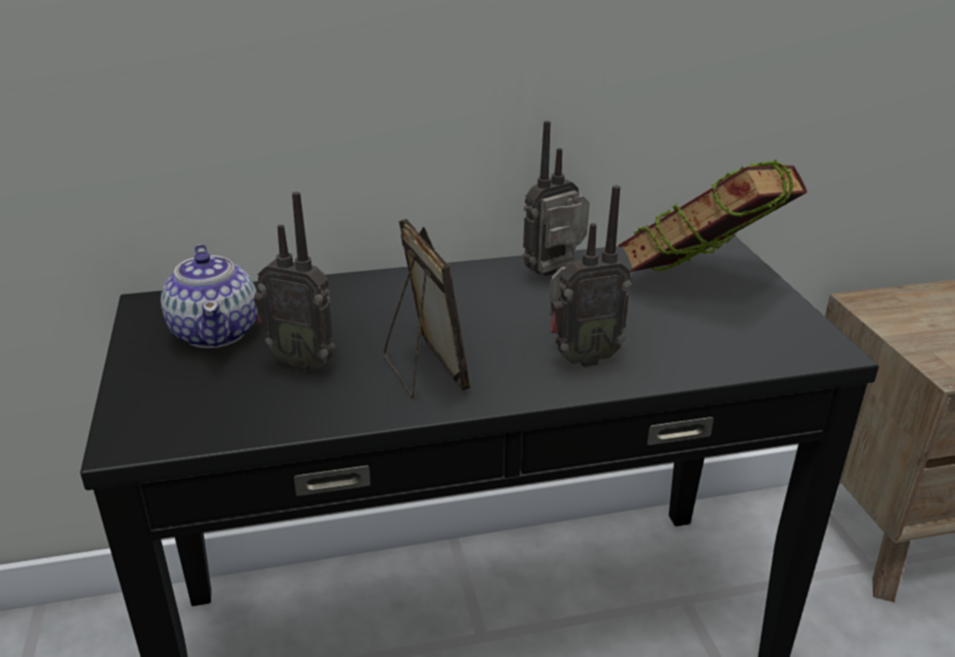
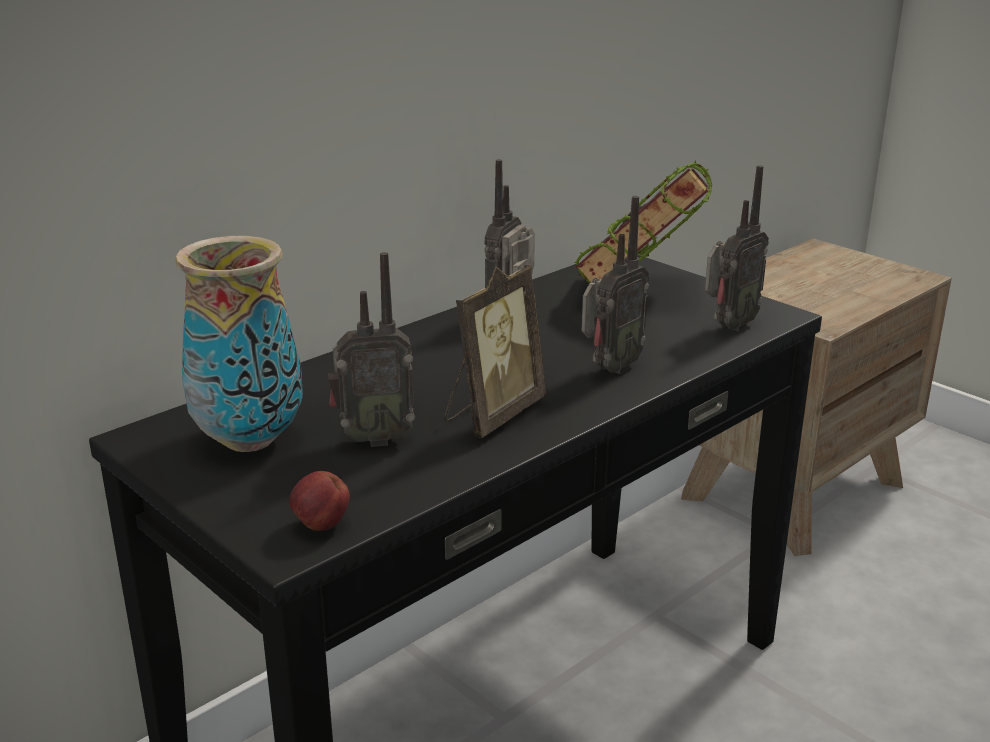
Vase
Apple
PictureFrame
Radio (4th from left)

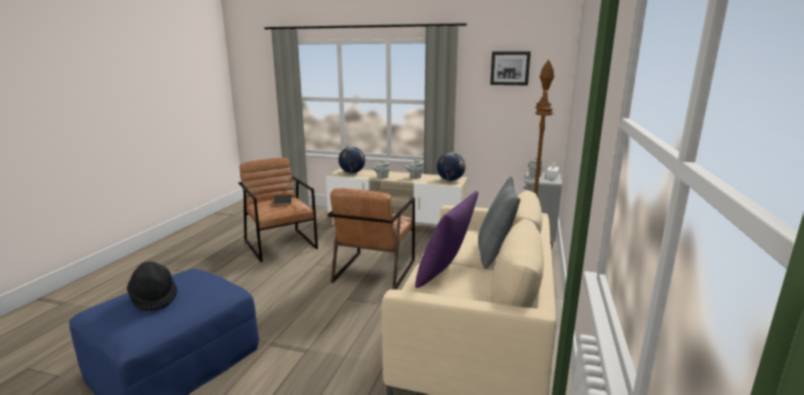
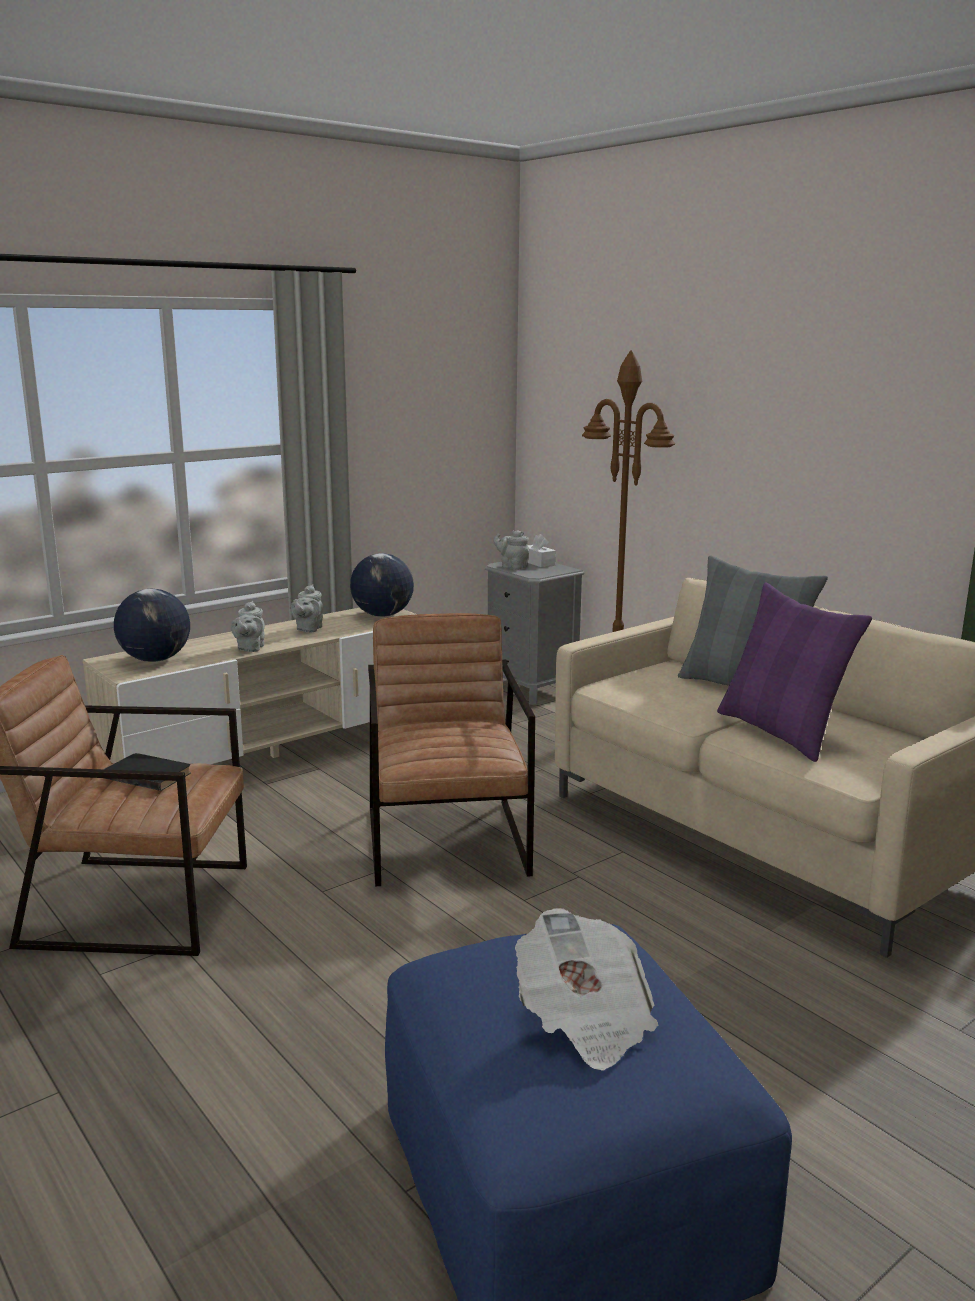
BrownArmchair (2nd from left)
Newspaper
Picture

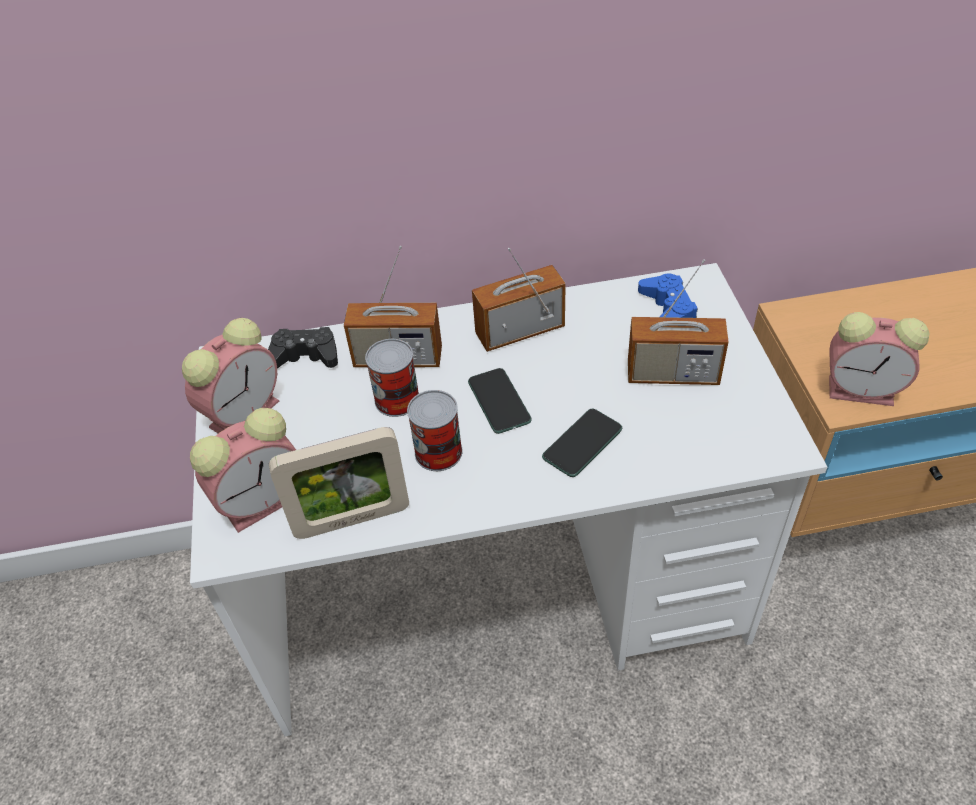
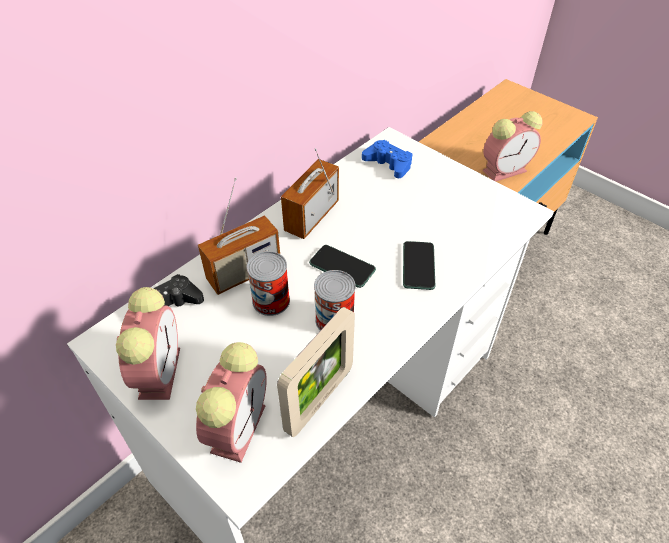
Radio (3rd from left in the first image)

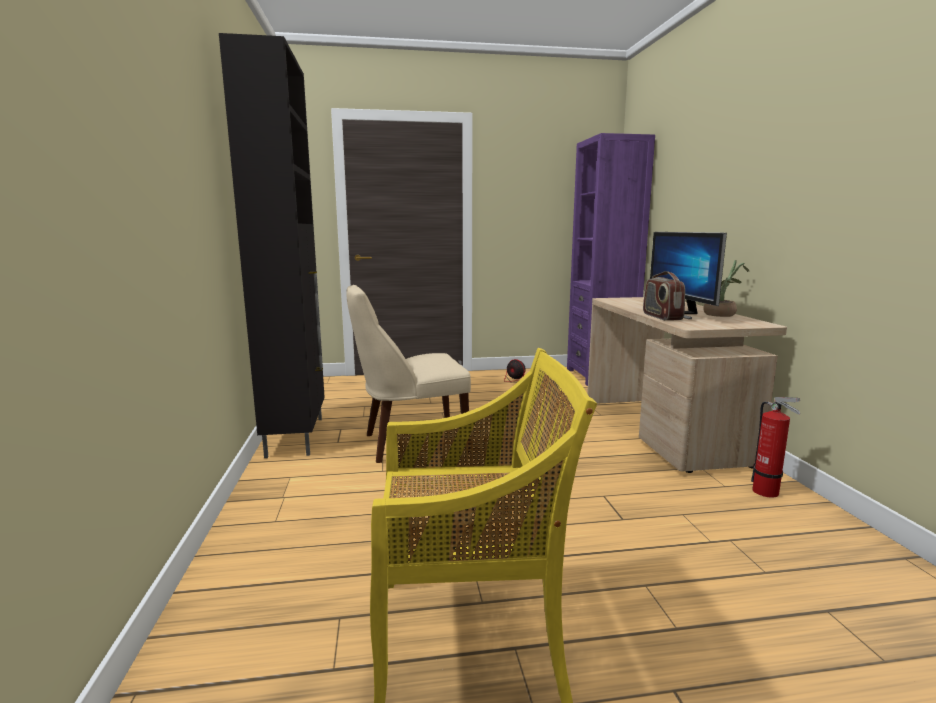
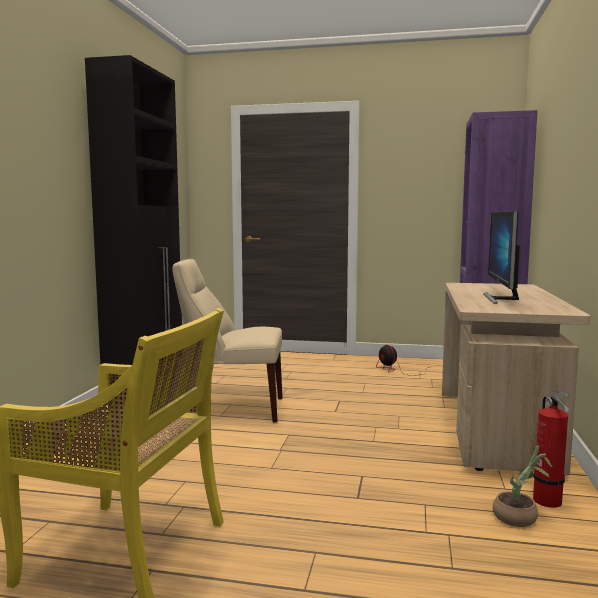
PottedPlant
Radio

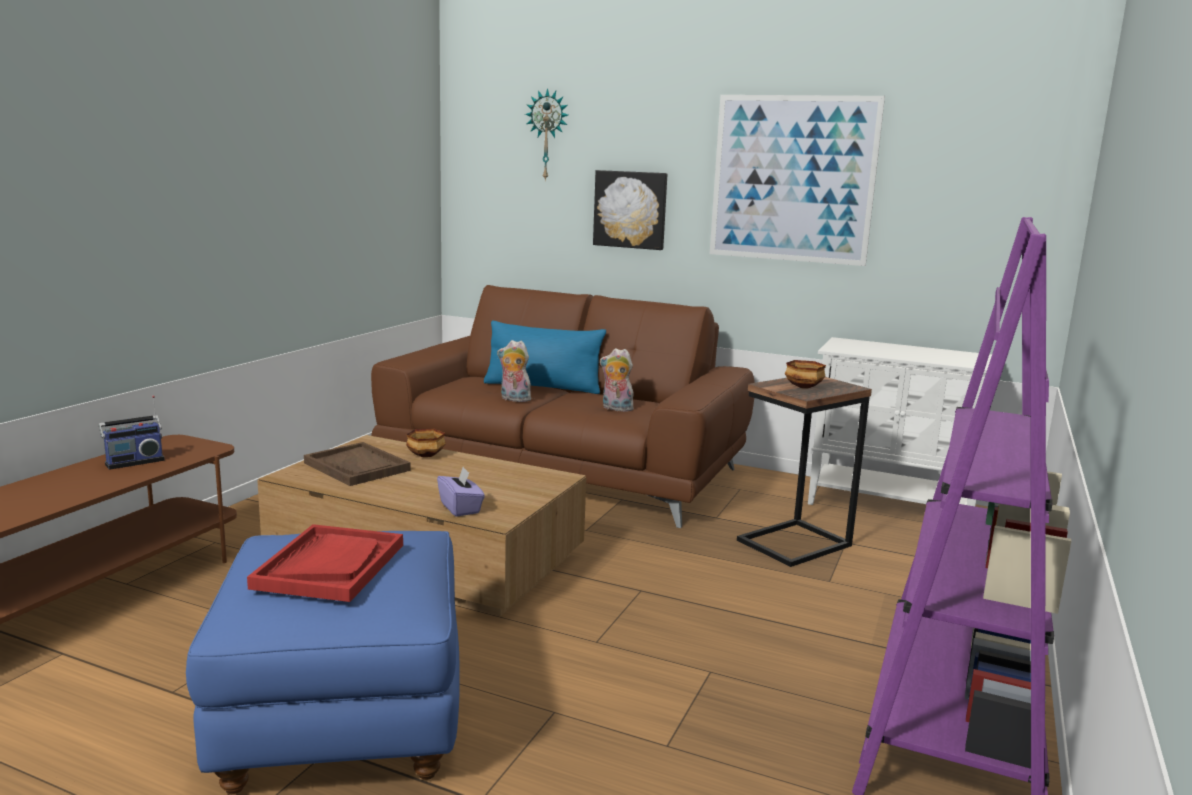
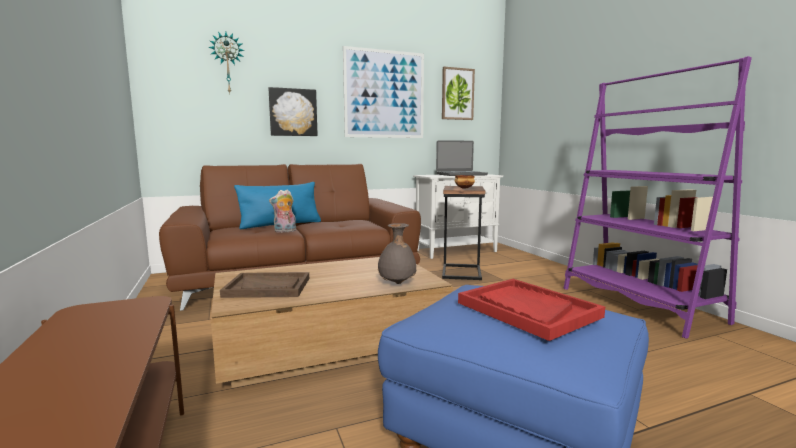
GreyVase
Laptop
Picture (3rd from left)
Radio
Bowl (1st from left in the first image)
PlushToy (2nd from left in the first image)

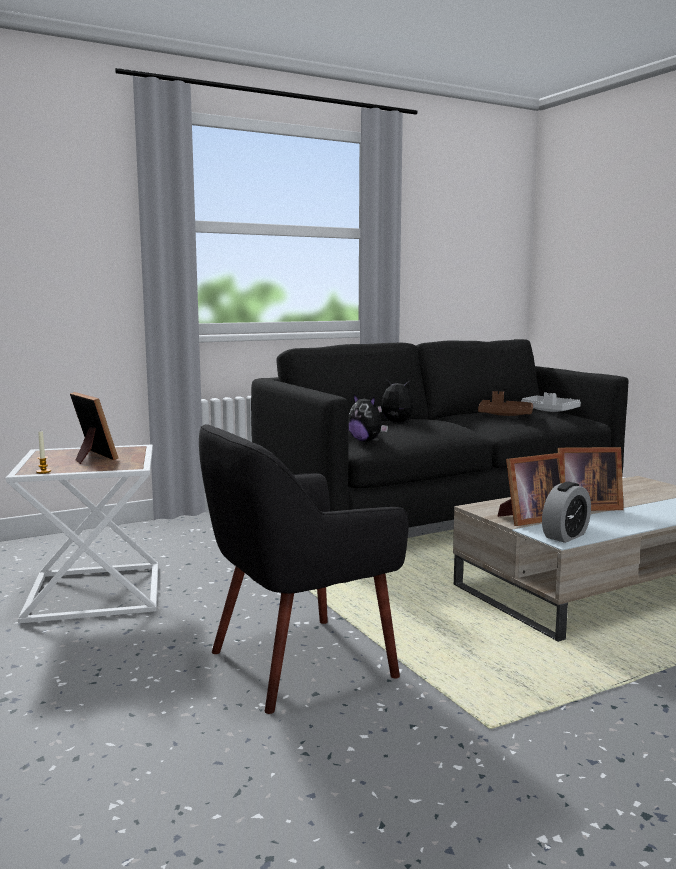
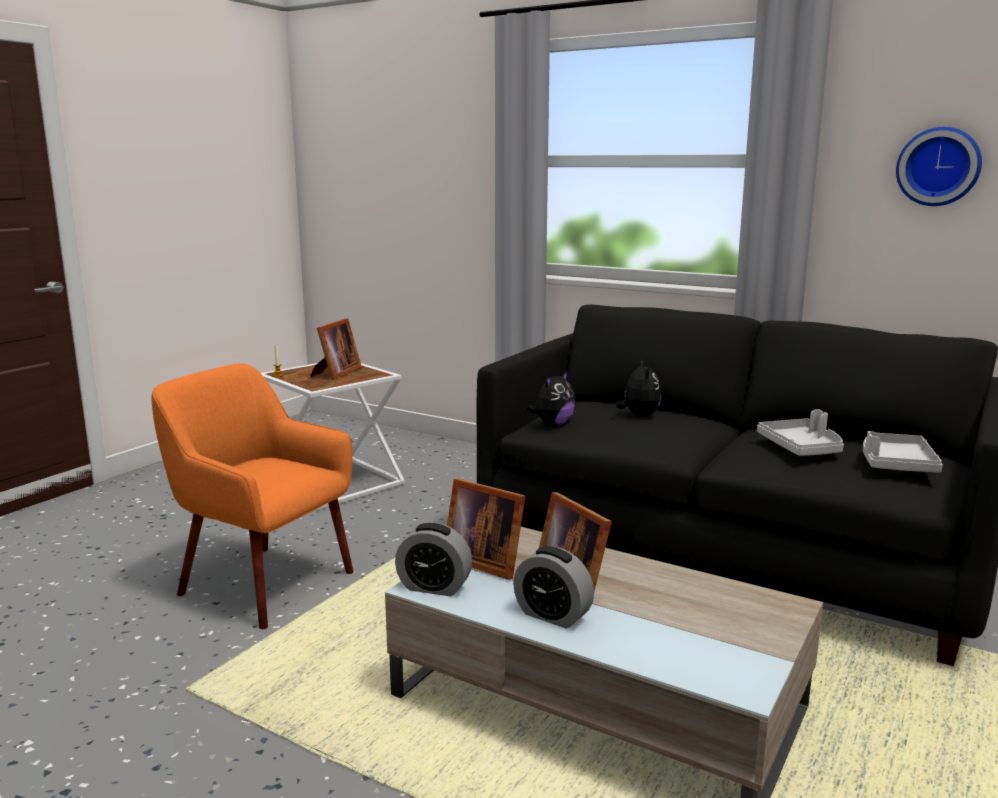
OrangeArmchair
AlarmClock (2nd from left)
PlushToy (1st from left)
GreyTray (1st from left)
WallClock

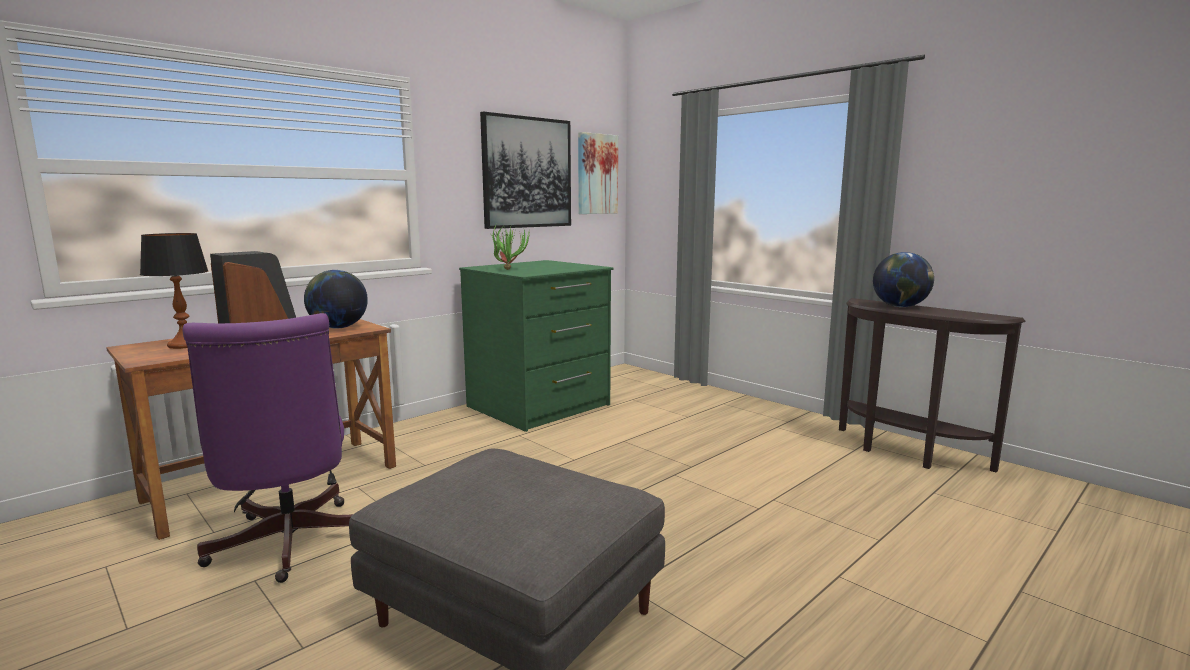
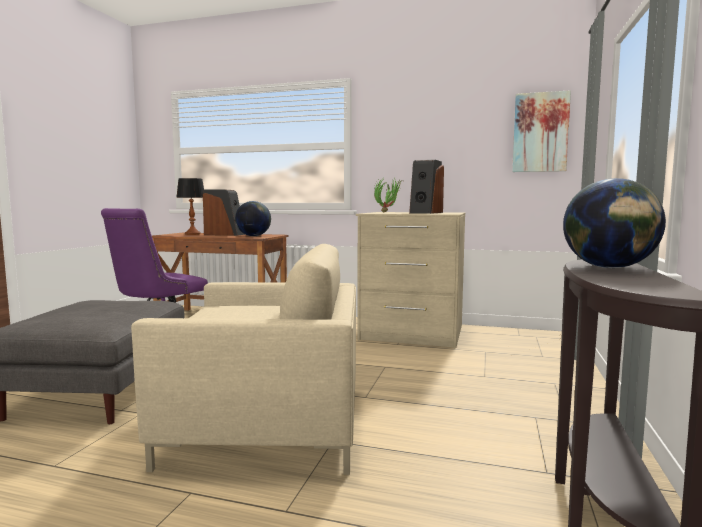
BeigeArmchair
BeigeDresser
Speaker (2nd from left)
Picture (1st from left in the first image)

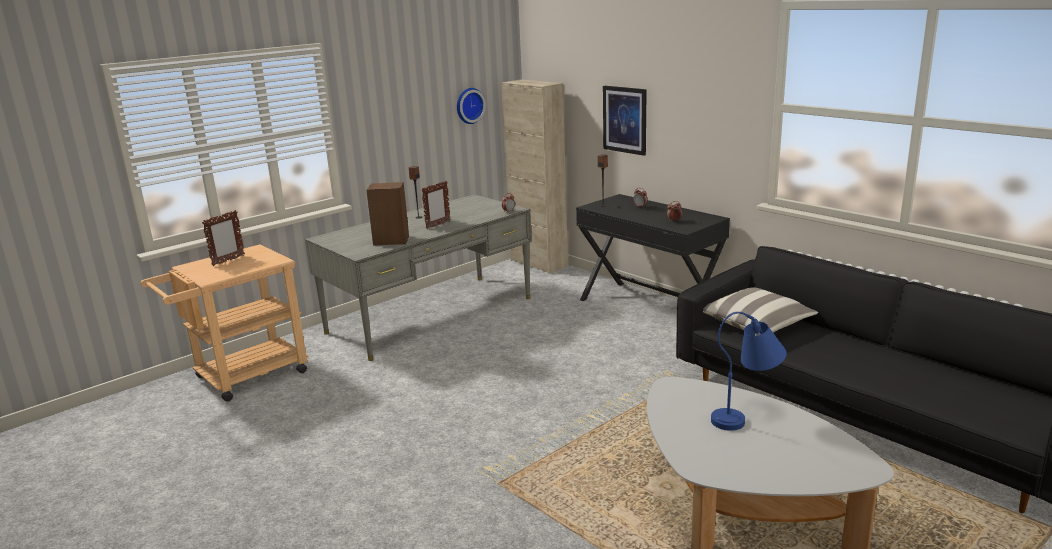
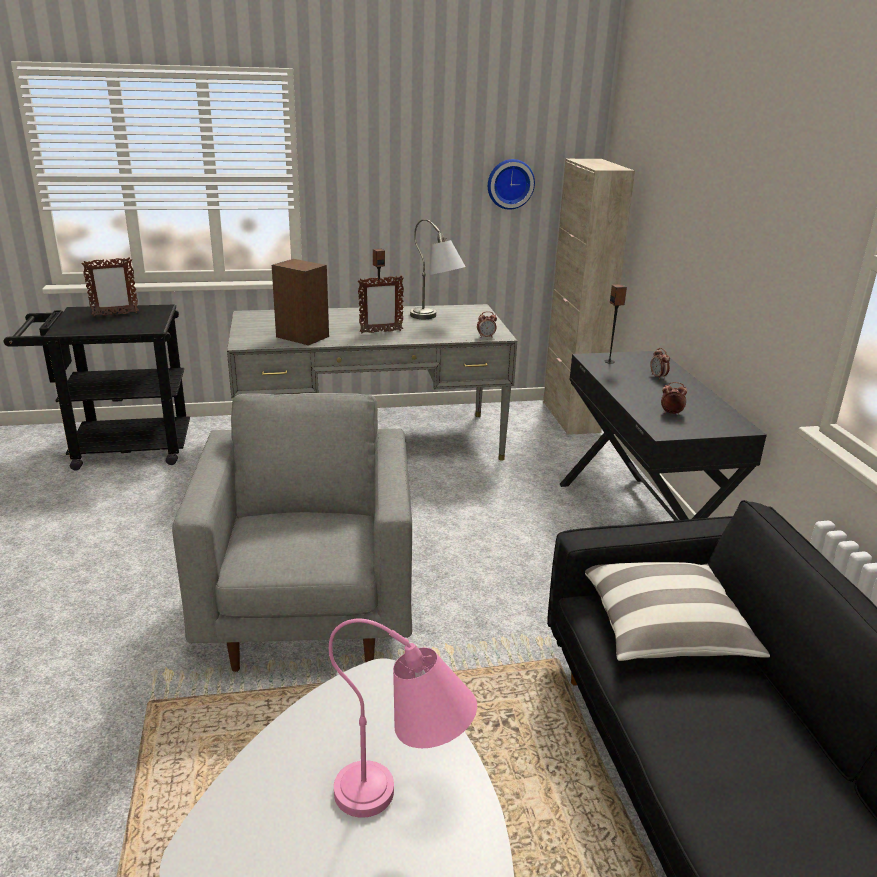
BlackCart
GreyArmchair
PinkTableLamp
GreyTableLamp
Picture

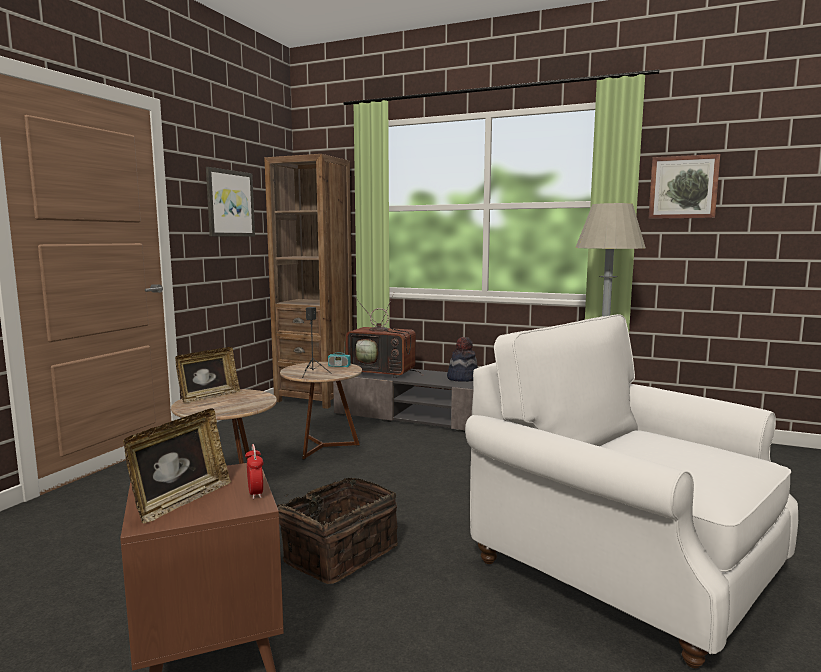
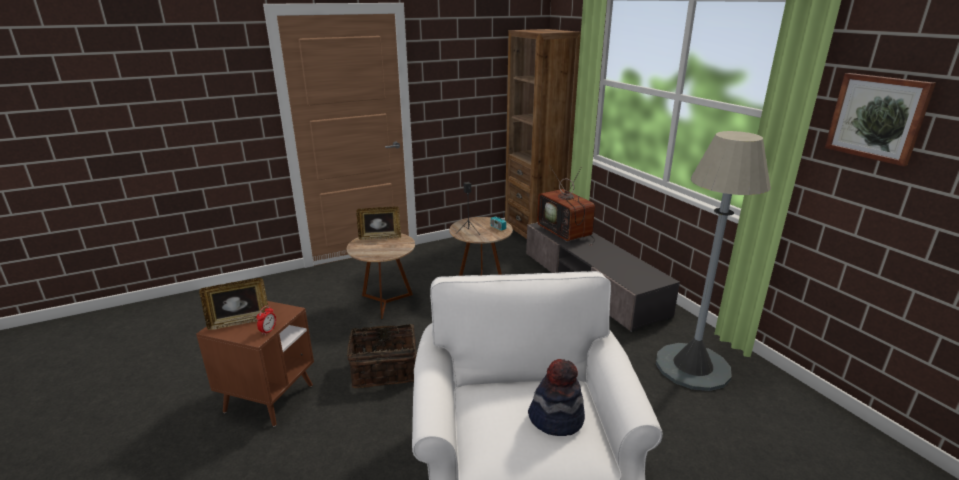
Hat
Picture (1st from left in the first image)

